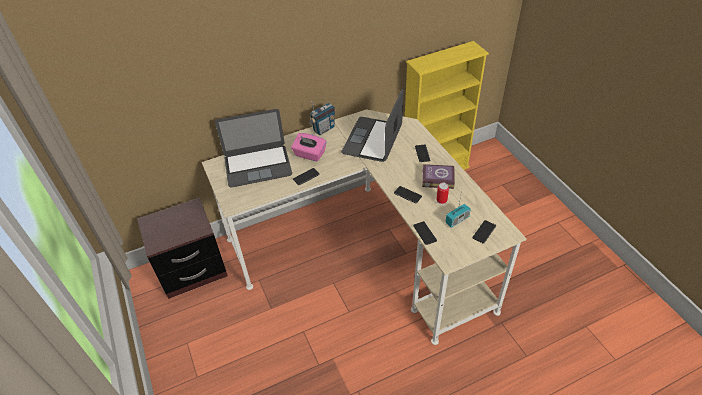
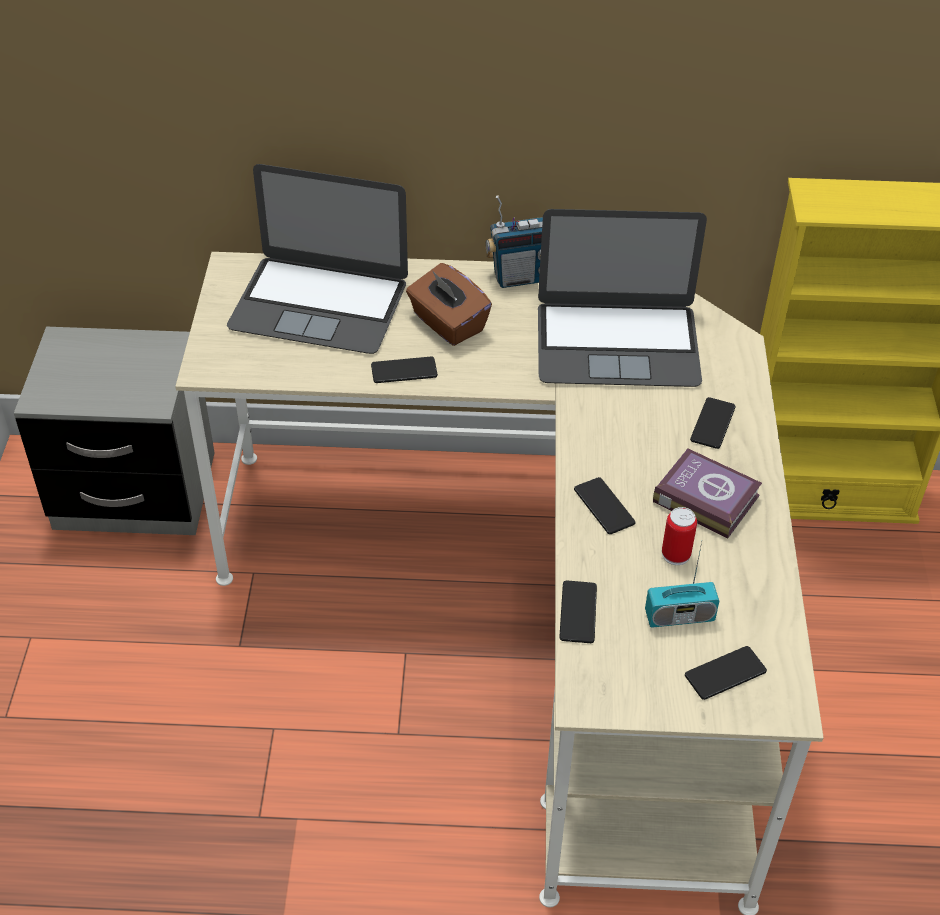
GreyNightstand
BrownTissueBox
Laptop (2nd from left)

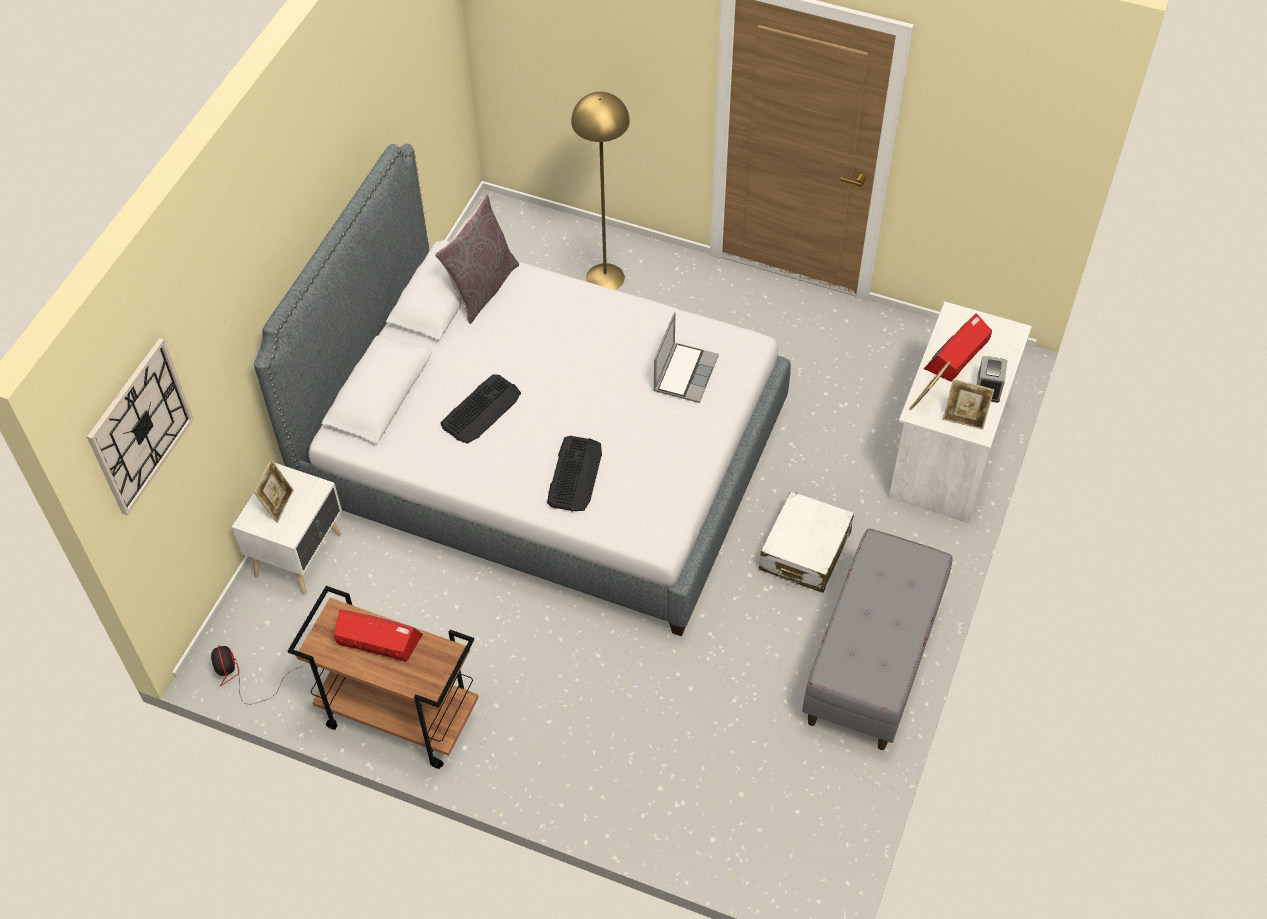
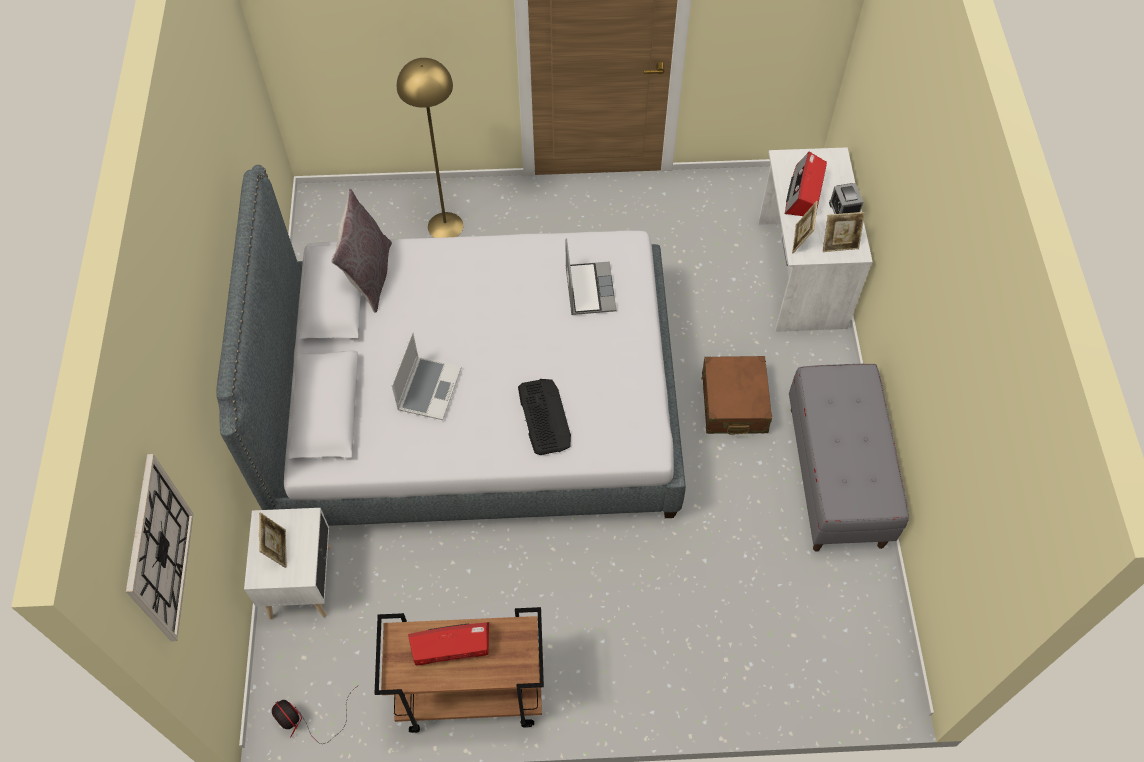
Laptop (1st from left)
BrownSuitcase

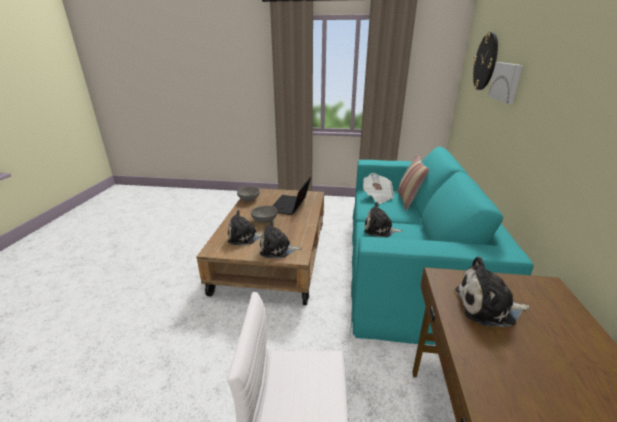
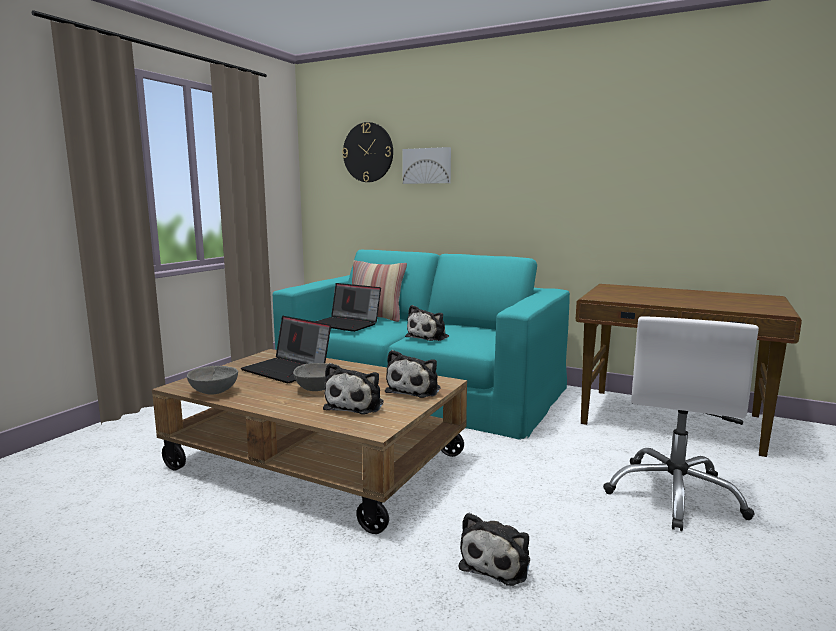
Laptop (2nd from left)
PlushToy (4th from left)

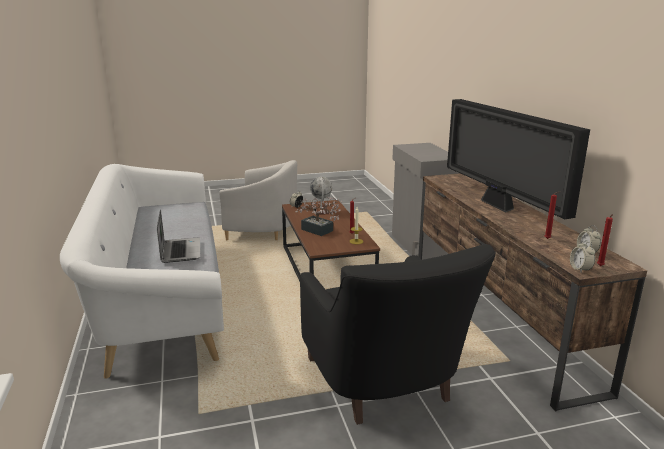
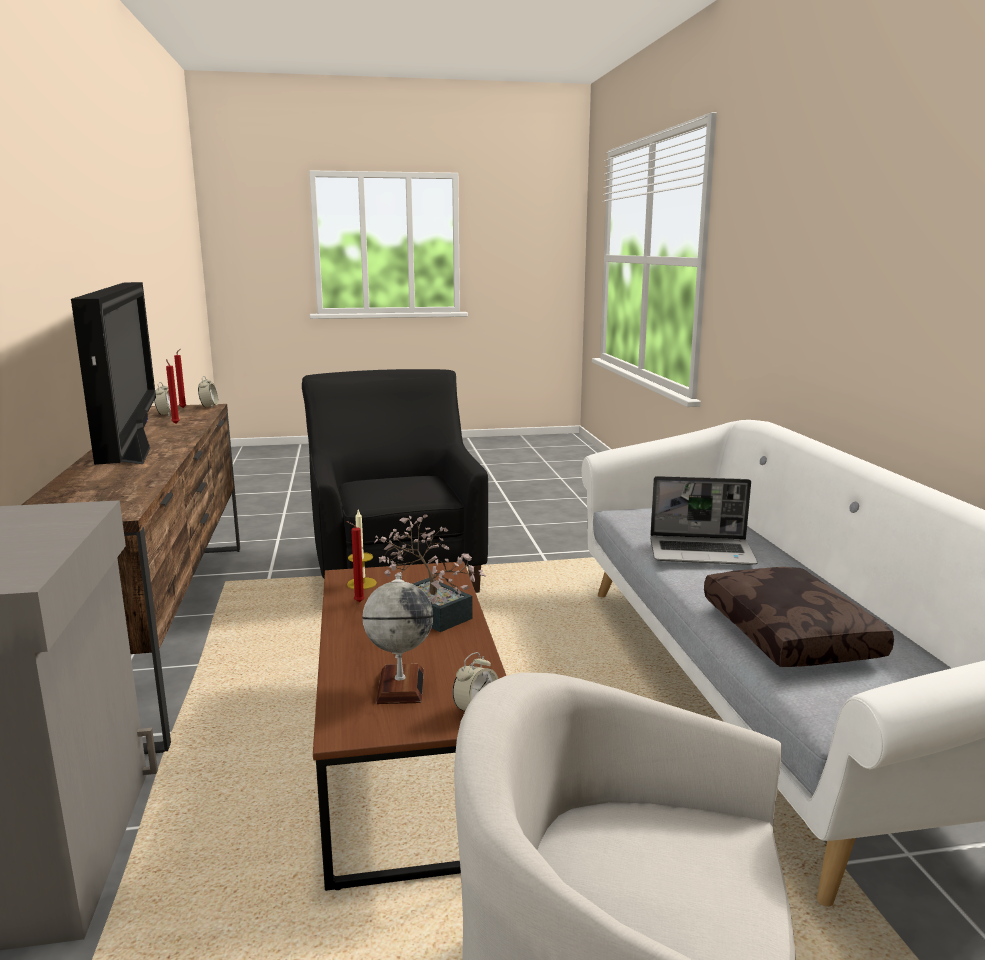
Laptop
BrownPillow

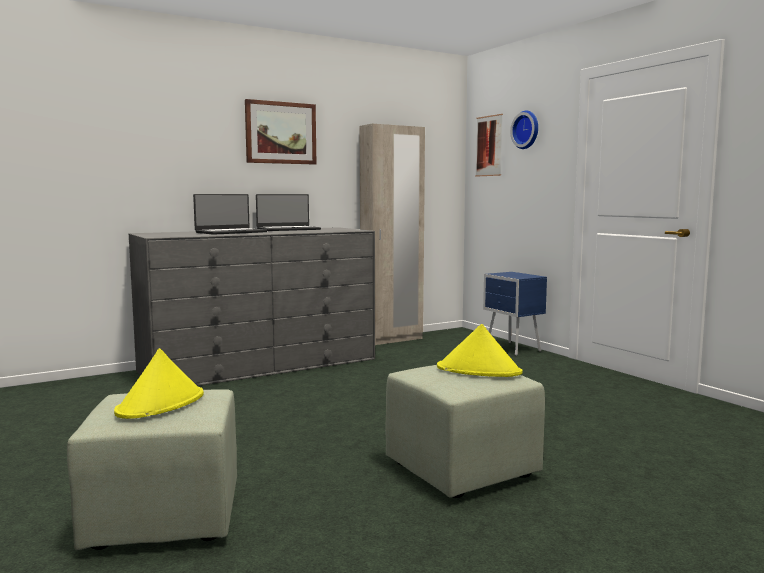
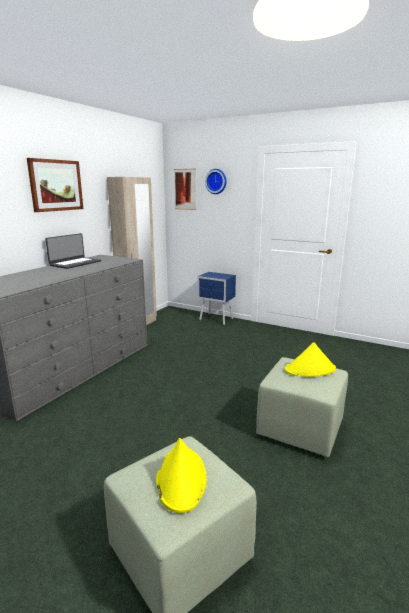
Laptop (1st from left in the first image)

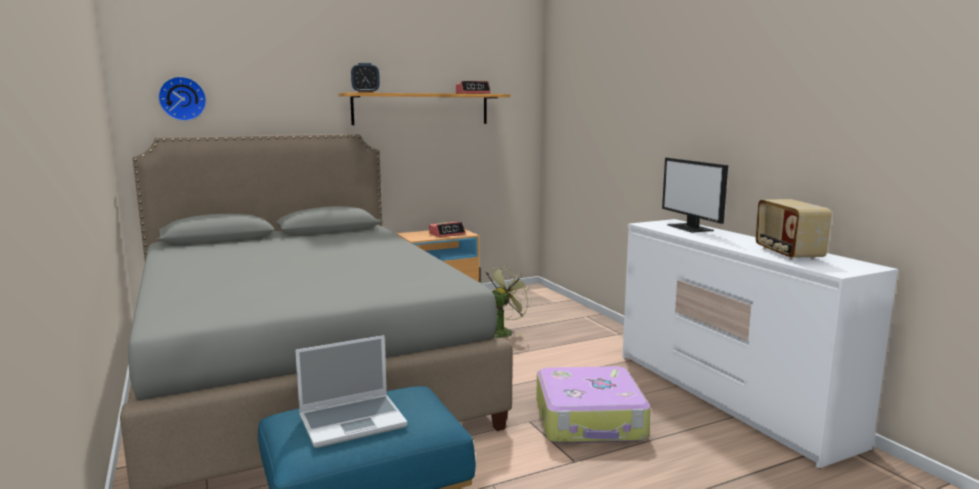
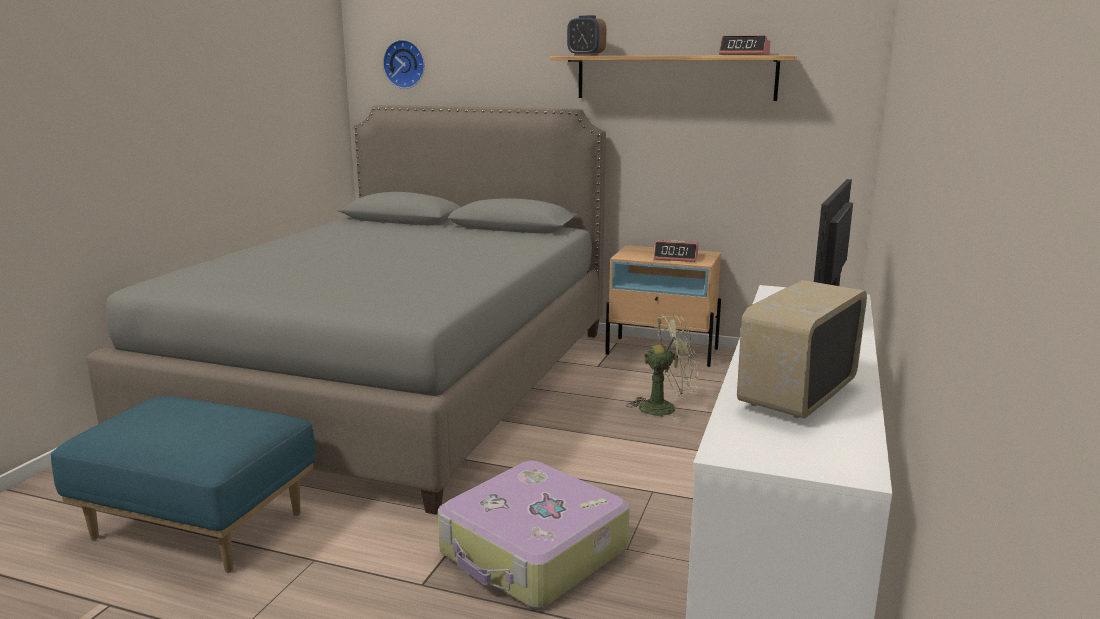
Laptop

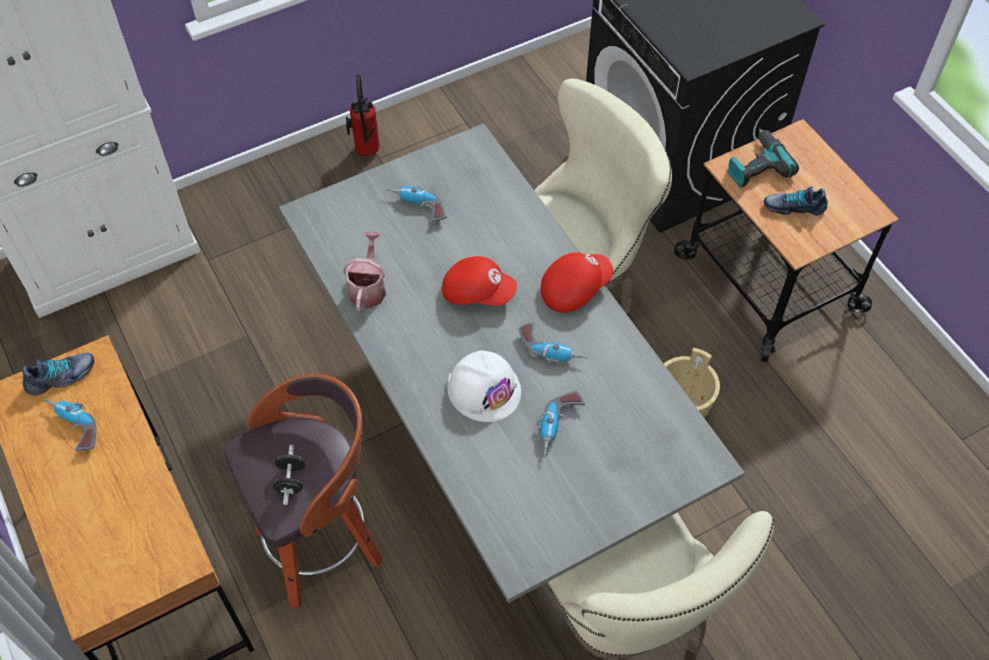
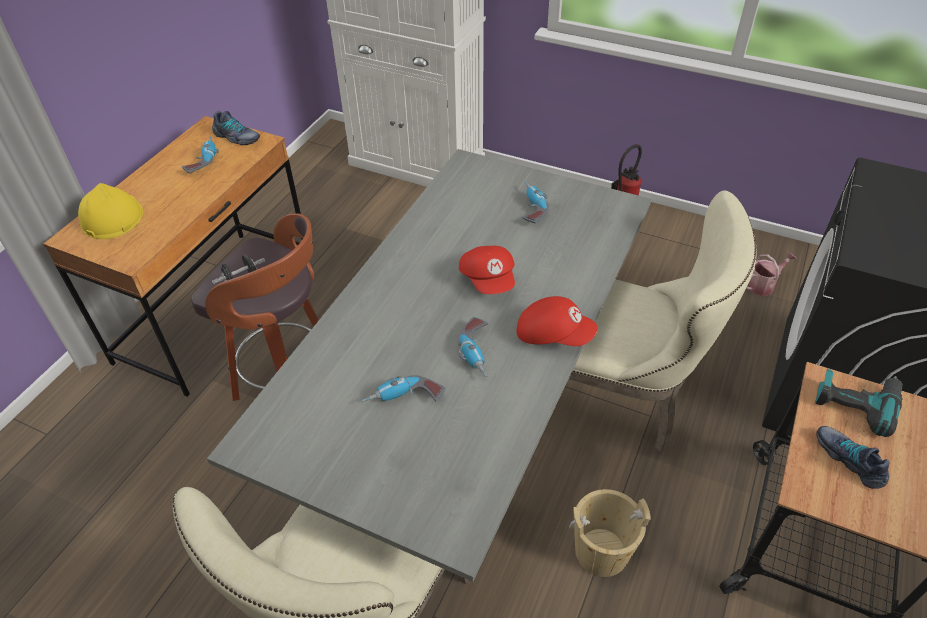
YellowHardHat
WateringCan
WhiteHardHat

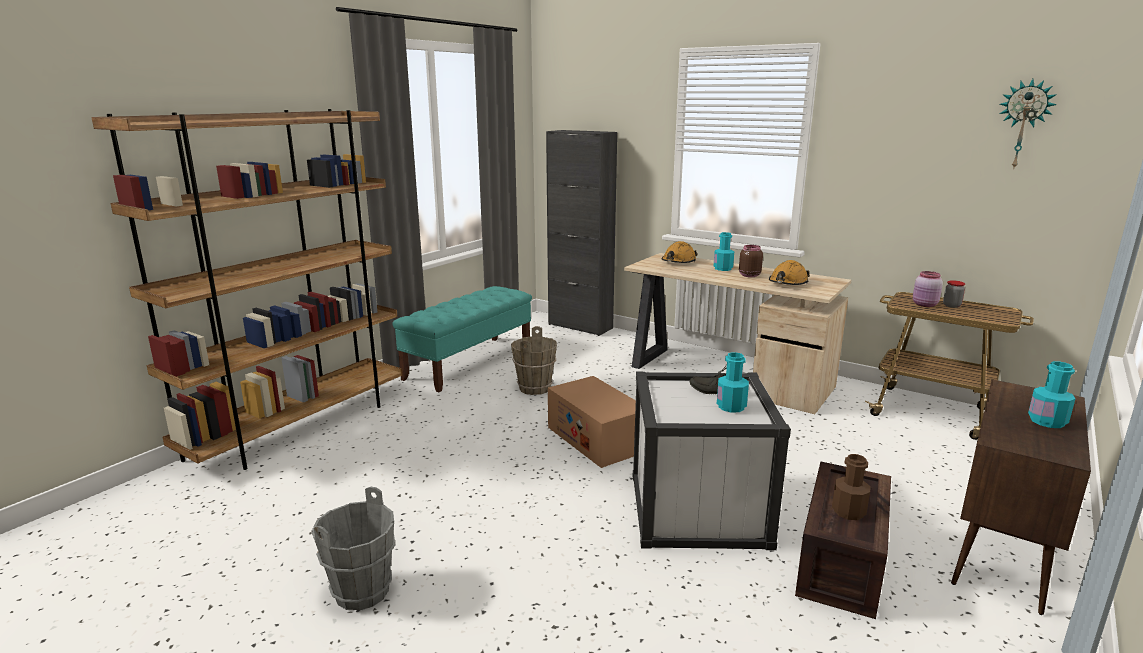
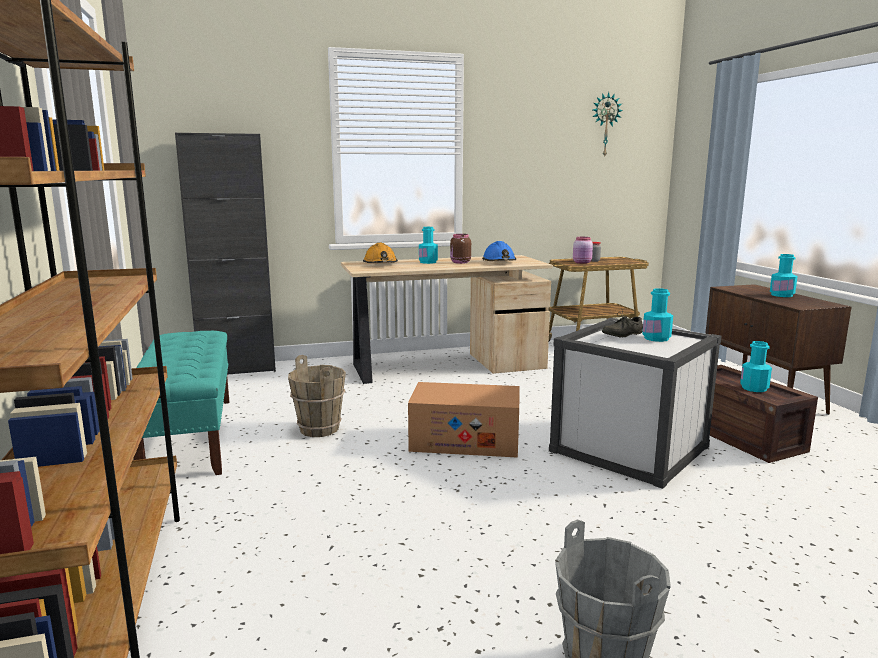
BlueHardHat
TurquoiseBottle (3rd from left)

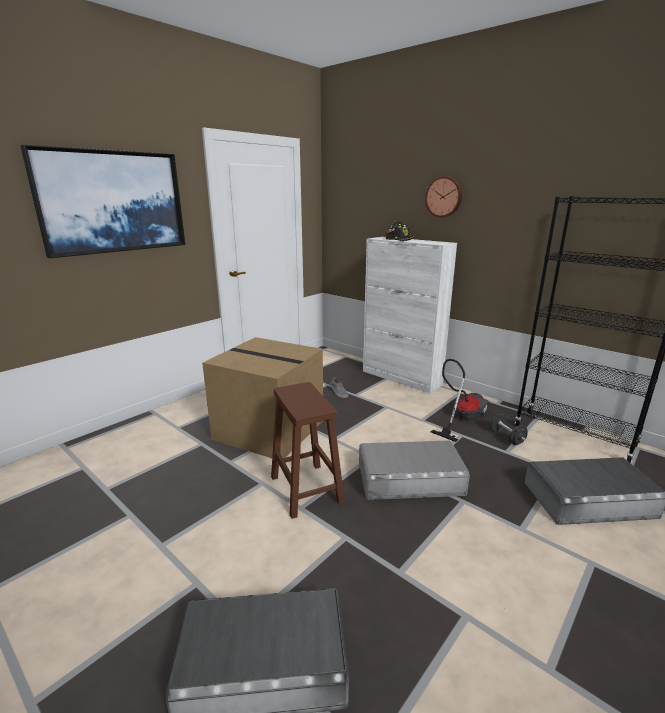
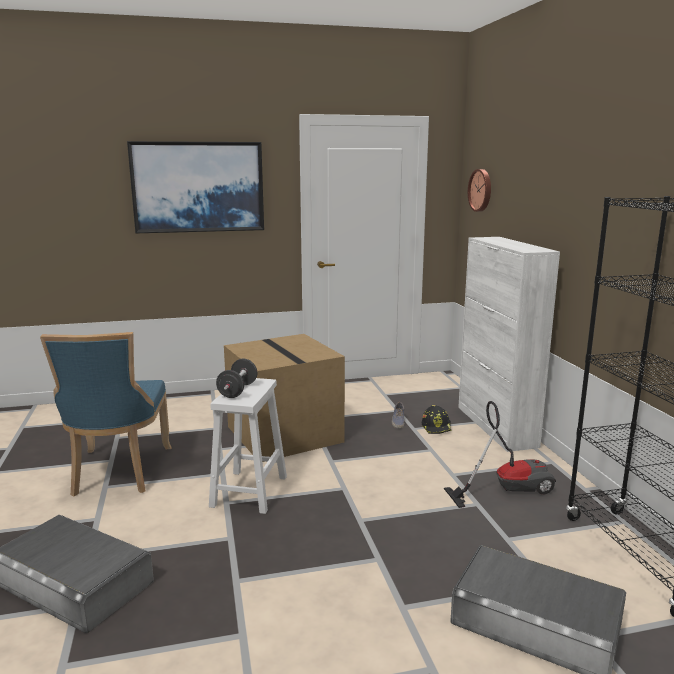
BlueChair
WhiteStool
BlackDumbbell
BlackHardHat
WallClock
GreyStorageBox (2nd from left in the first image)

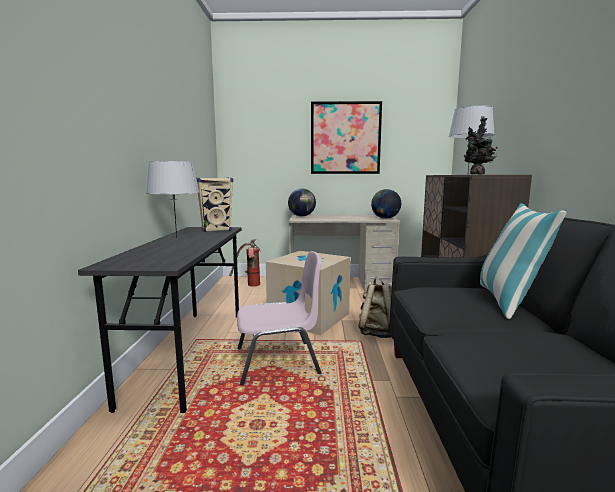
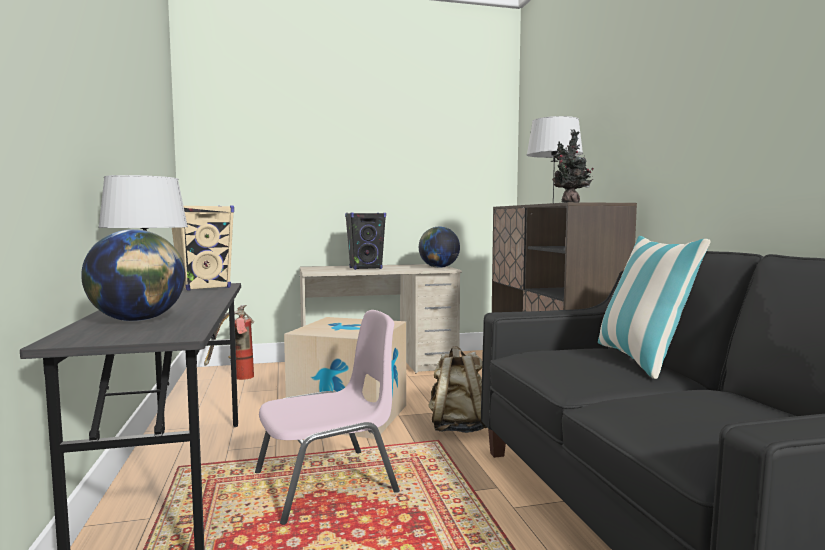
Globe (1st from left)
BlackSpeaker
Picture

